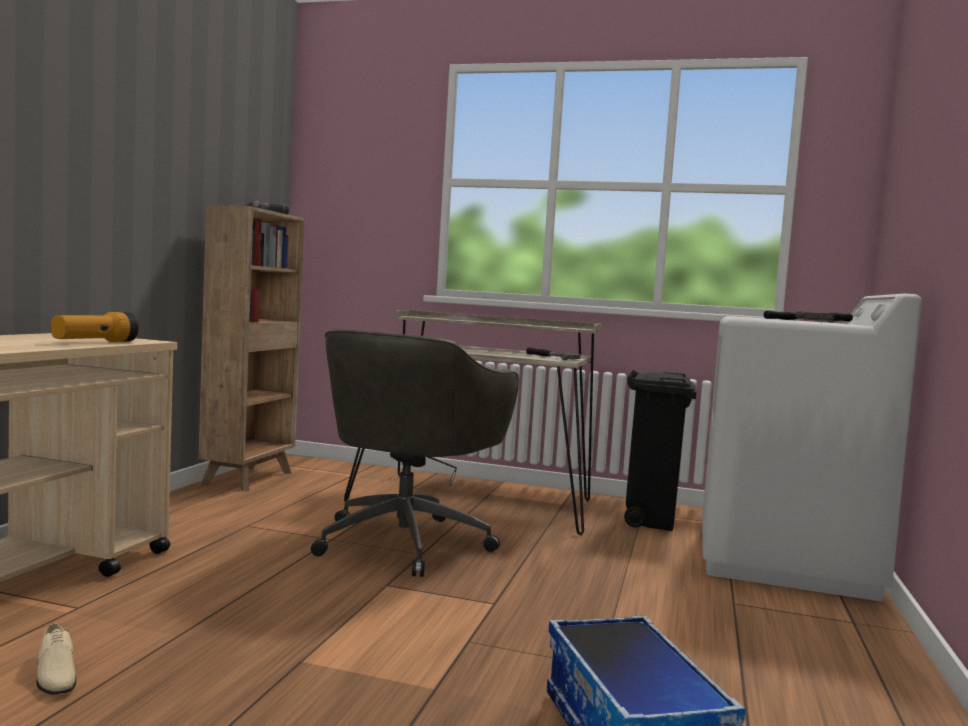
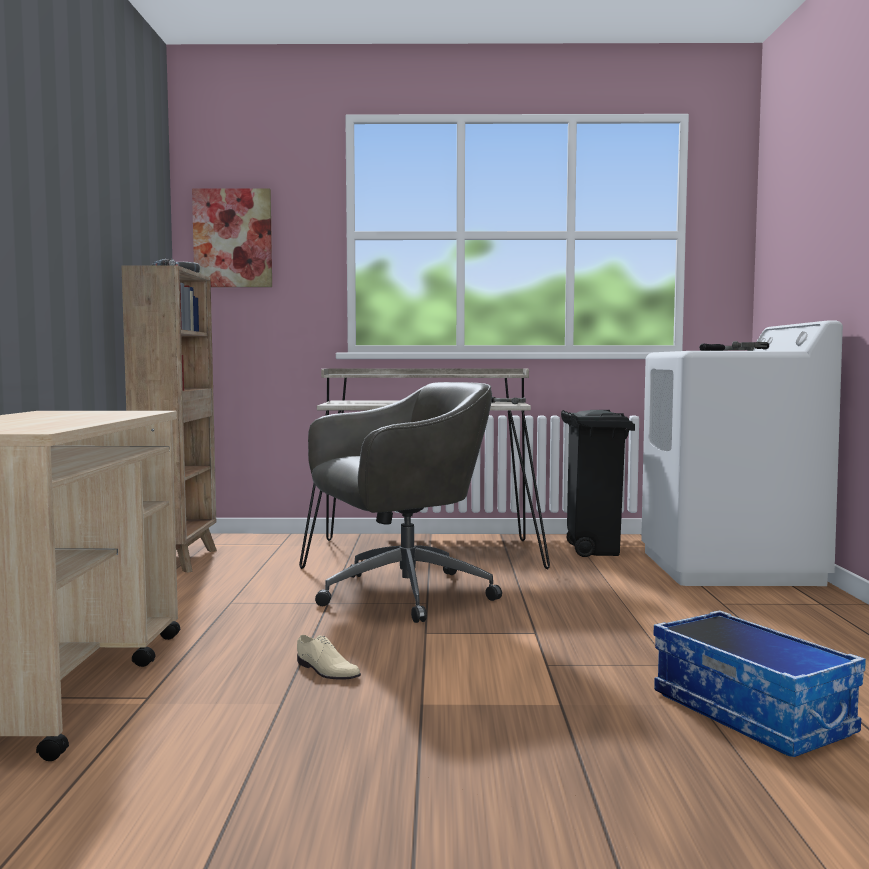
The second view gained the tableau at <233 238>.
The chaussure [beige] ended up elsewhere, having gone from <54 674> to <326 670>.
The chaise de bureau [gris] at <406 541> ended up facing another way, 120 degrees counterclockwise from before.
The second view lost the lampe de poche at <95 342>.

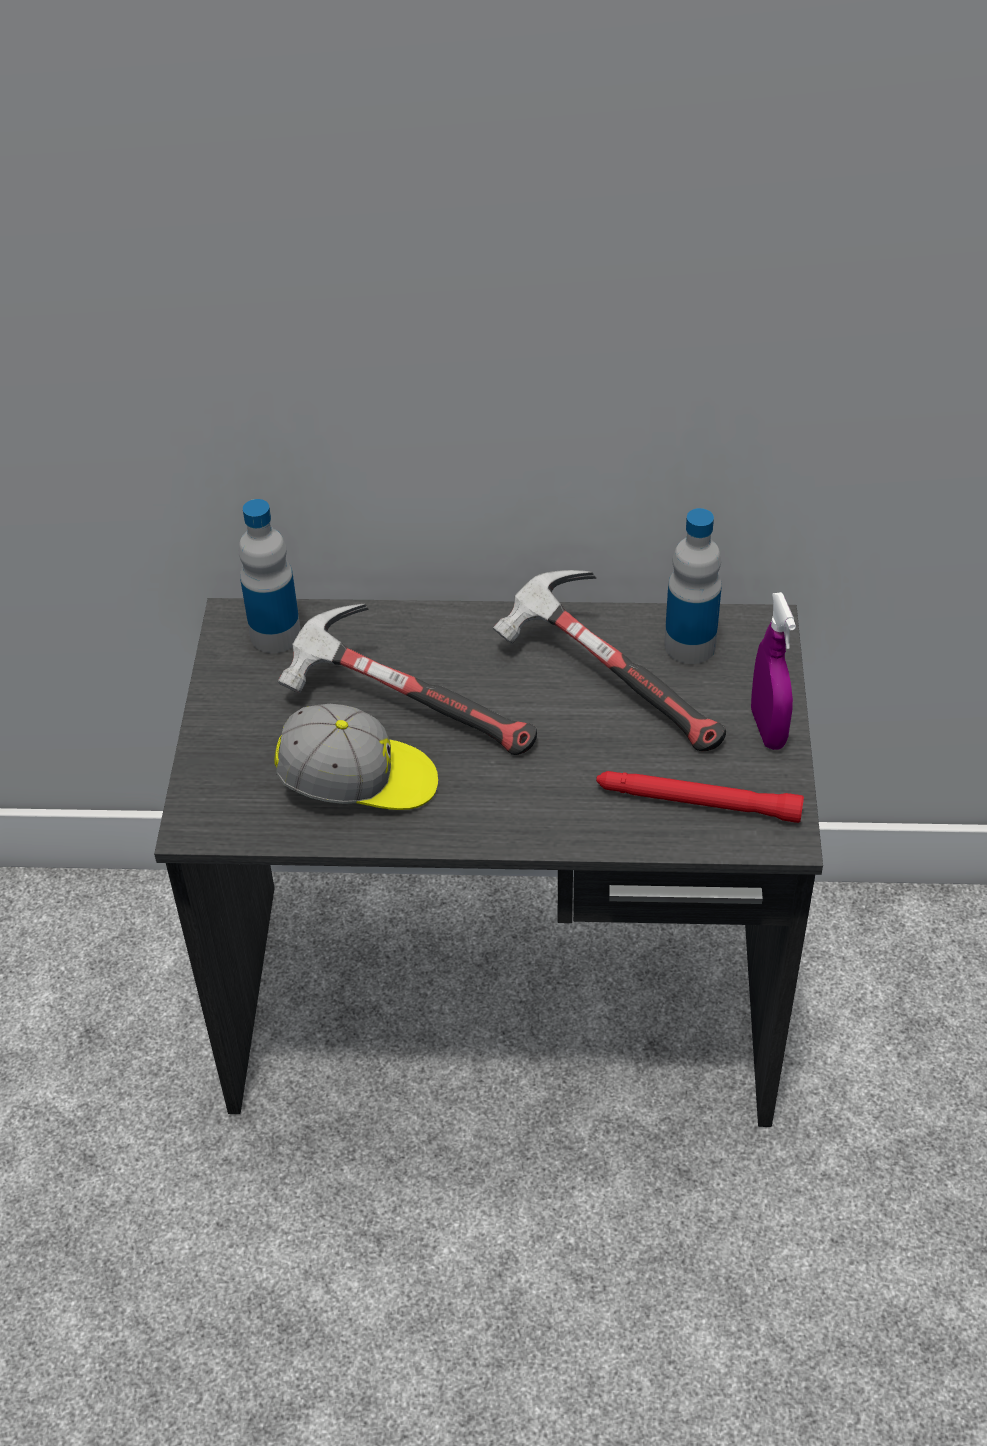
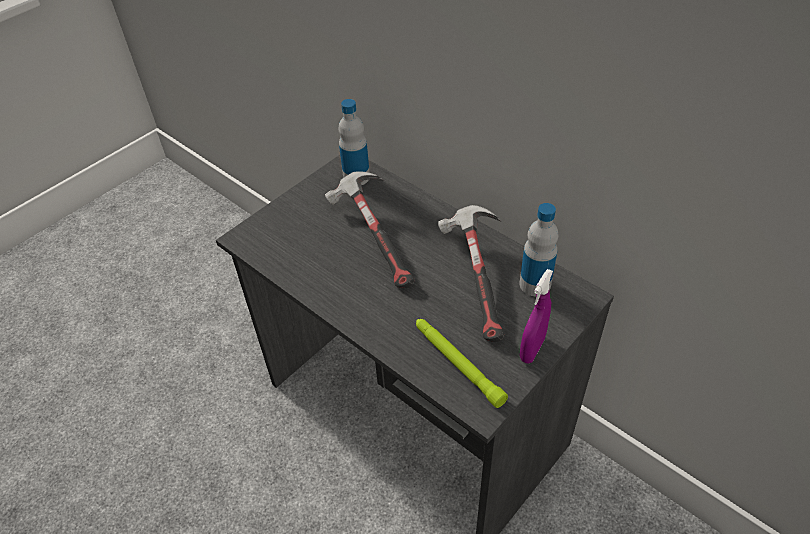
What was the lampe de poche [rouge] at <697 802> turned into the lampe de poche [vert] at <457 363>.
The second view lost the casquette at <358 782>.

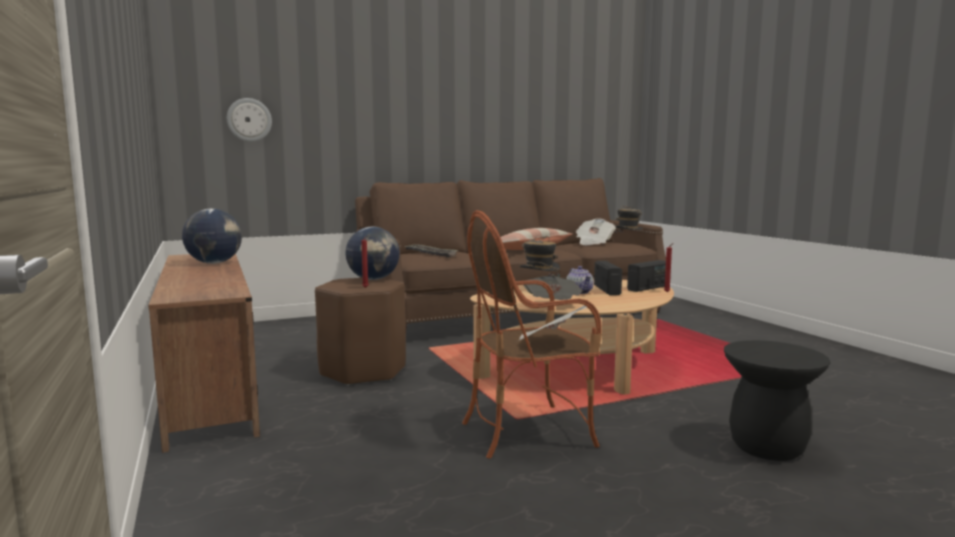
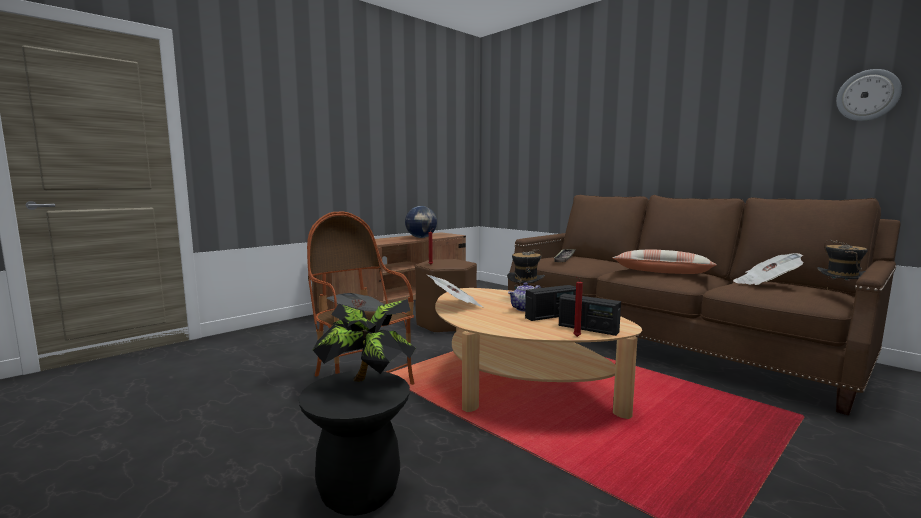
The second view gained the plante en pot at <368 382>.
The horloge murale ended up elsewhere, having gone from <249 120> to <868 95>.
The second view lost the globe at <373 279>.

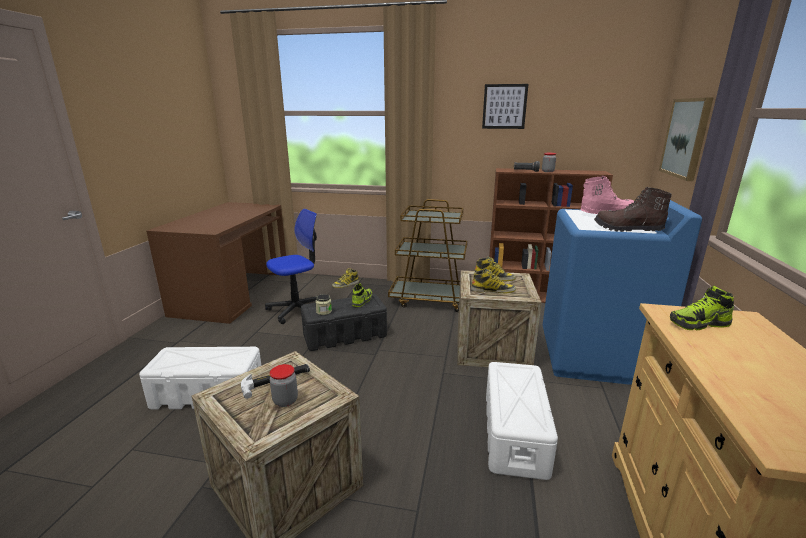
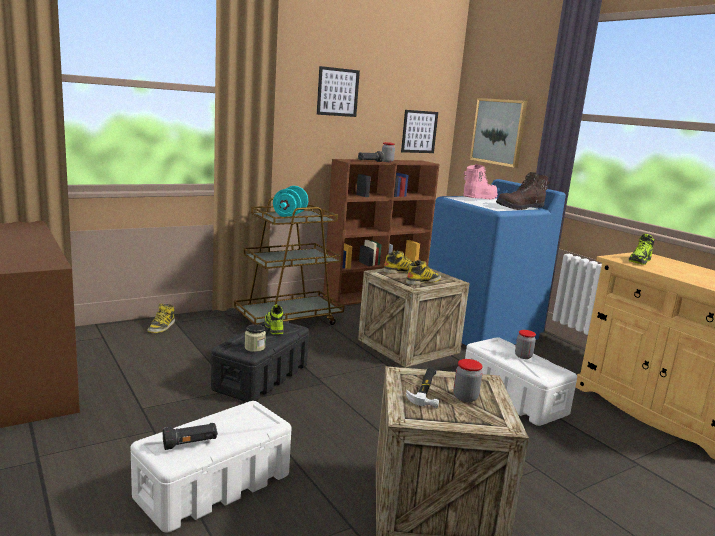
The second view gained the lampe de poche [noir] at <190 444>.
The second view gained the haltère [turquoise] at <290 215>.
The second view gained the tableau at <419 131>.
The second view gained the bocal at <523 356>.
The second view lost the chaise de bureau at <298 310>.

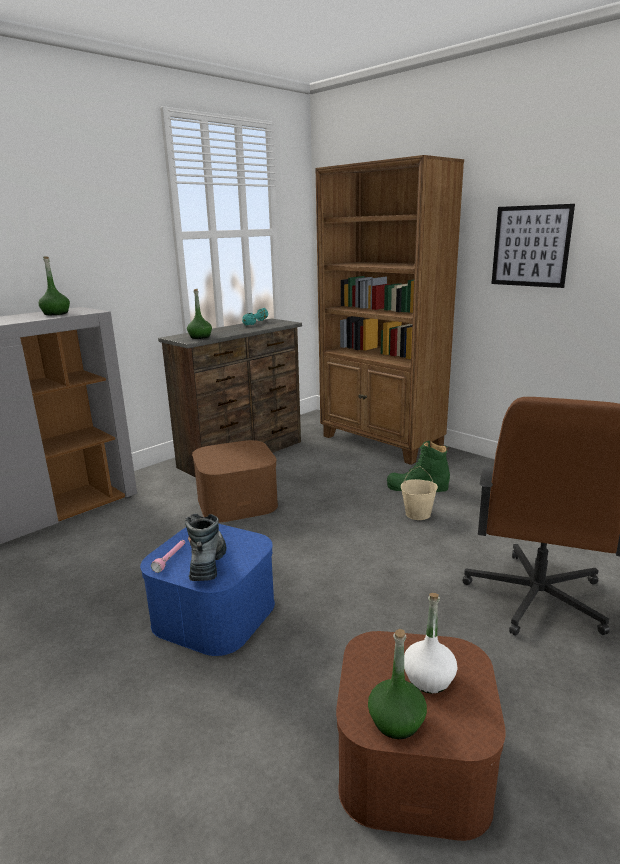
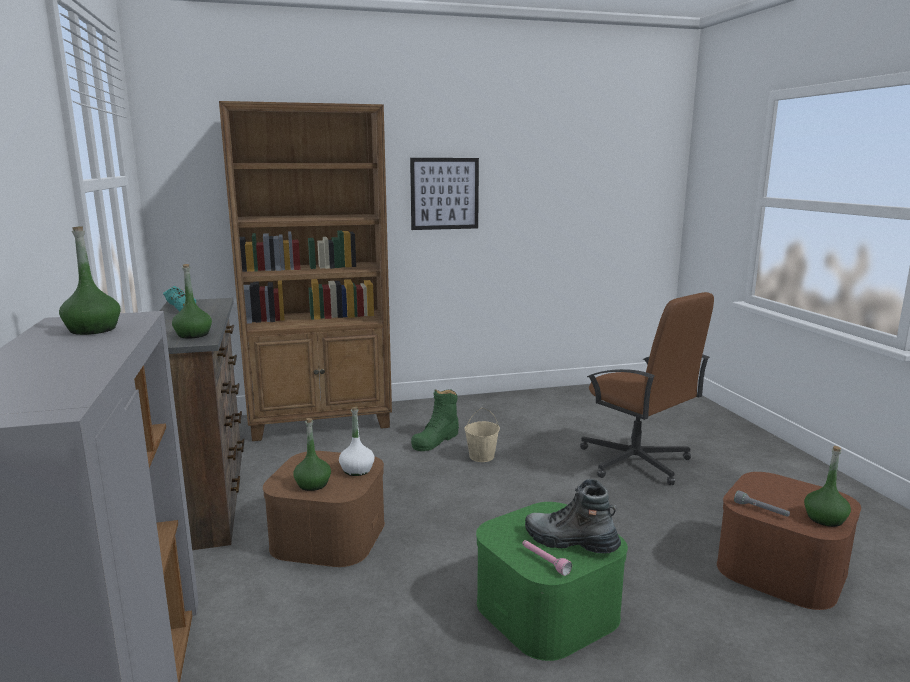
The second view gained the bouteille [vert] at <313 484>.
The bouteille [blanc] ended up elsewhere, having gone from <428 678> to <357 470>.
What was the boîte de rangement [bleu] at <214 613> turned into the boîte de rangement [vert] at <548 609>.
The second view gained the lampe de poche [gris] at <761 510>.

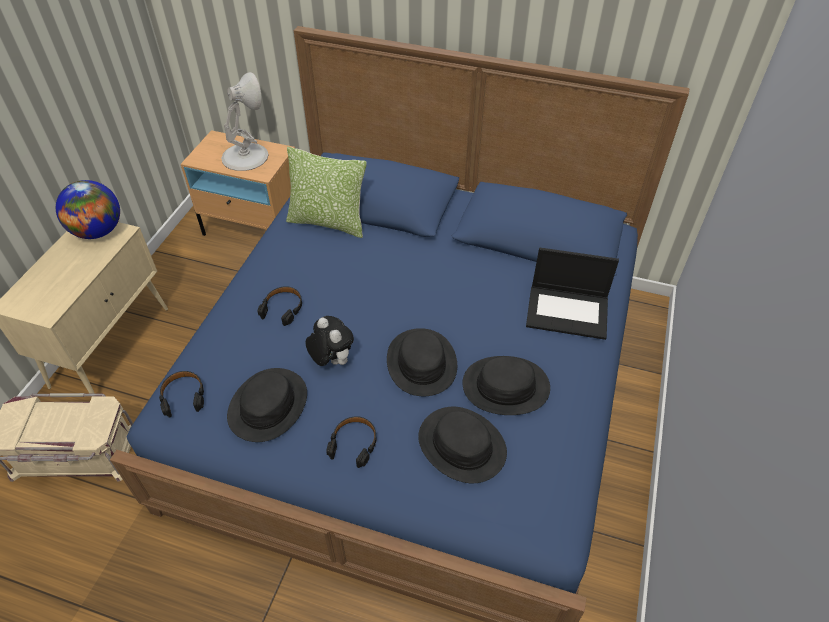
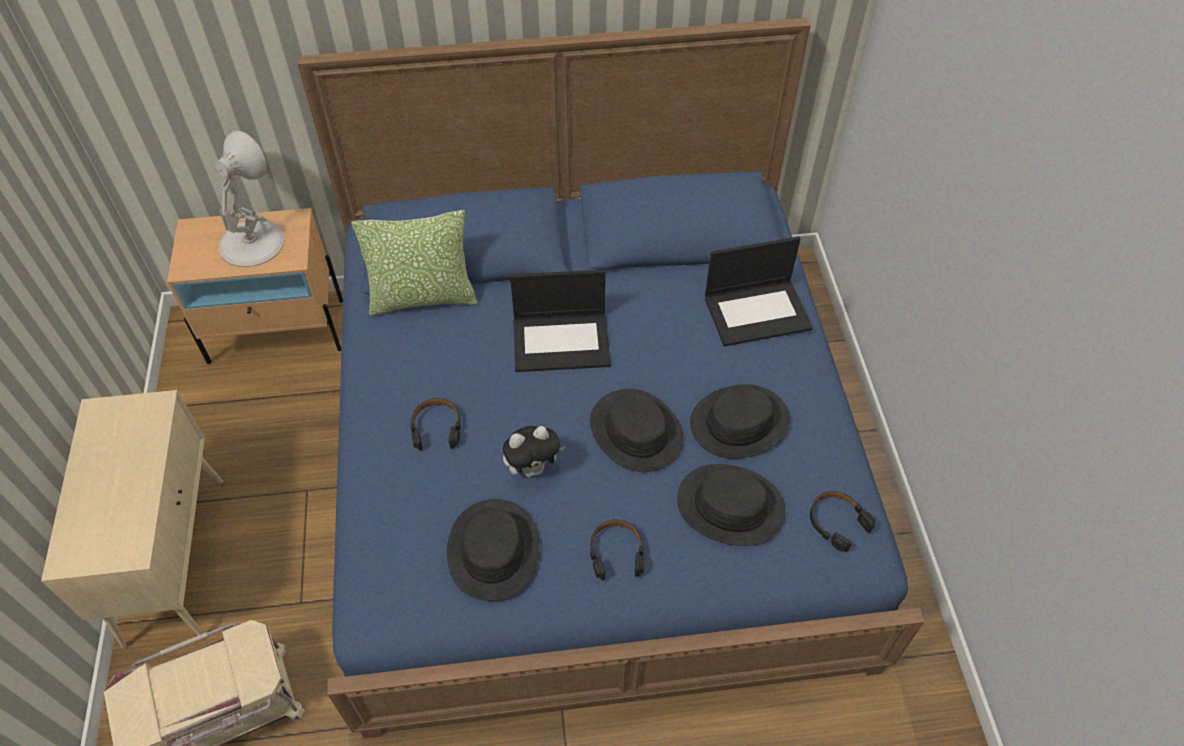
The peluche at <331 360> ended up facing another way, 135 degrees clockwise from before.
The second view gained the ordinateur portable at <562 341>.
The casque audio [noir] ended up elsewhere, having gone from <183 396> to <837 522>.
The second view lost the globe at <98 231>.

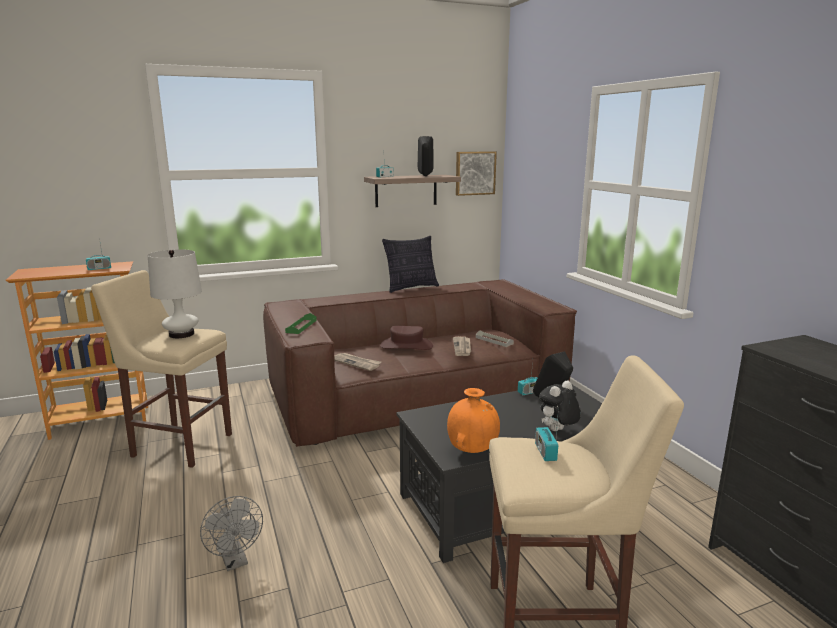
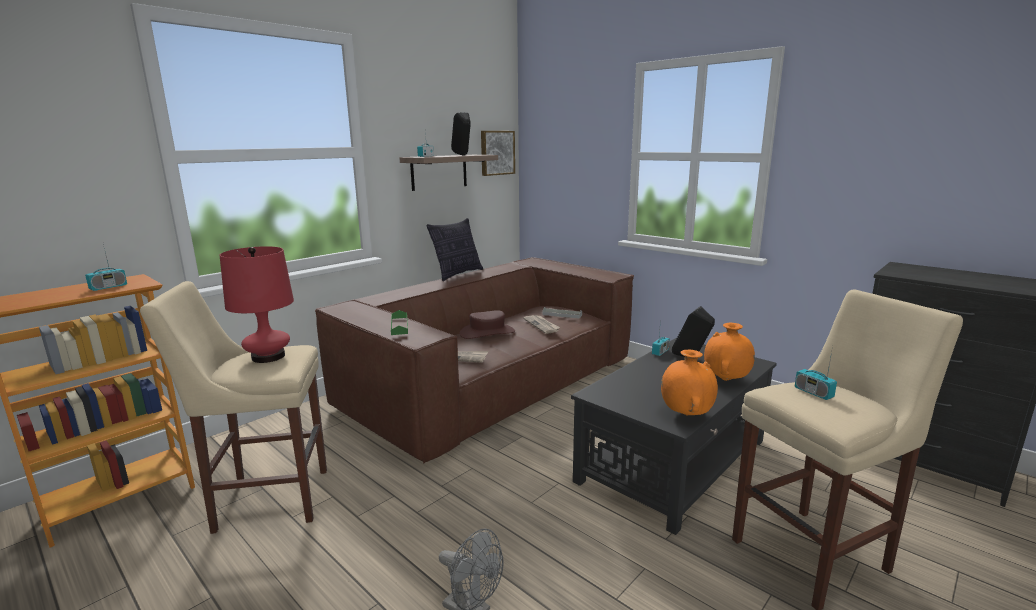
What was the lampe de table [blanc] at <181 334> turned into the lampe de table [rouge] at <268 356>.
Where the peluche stood at <557 431>, the vase [orange] came to stand at <726 380>.

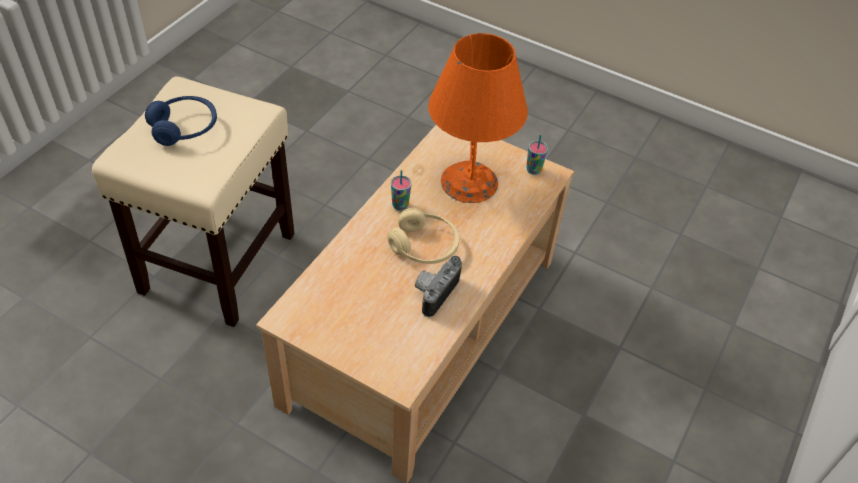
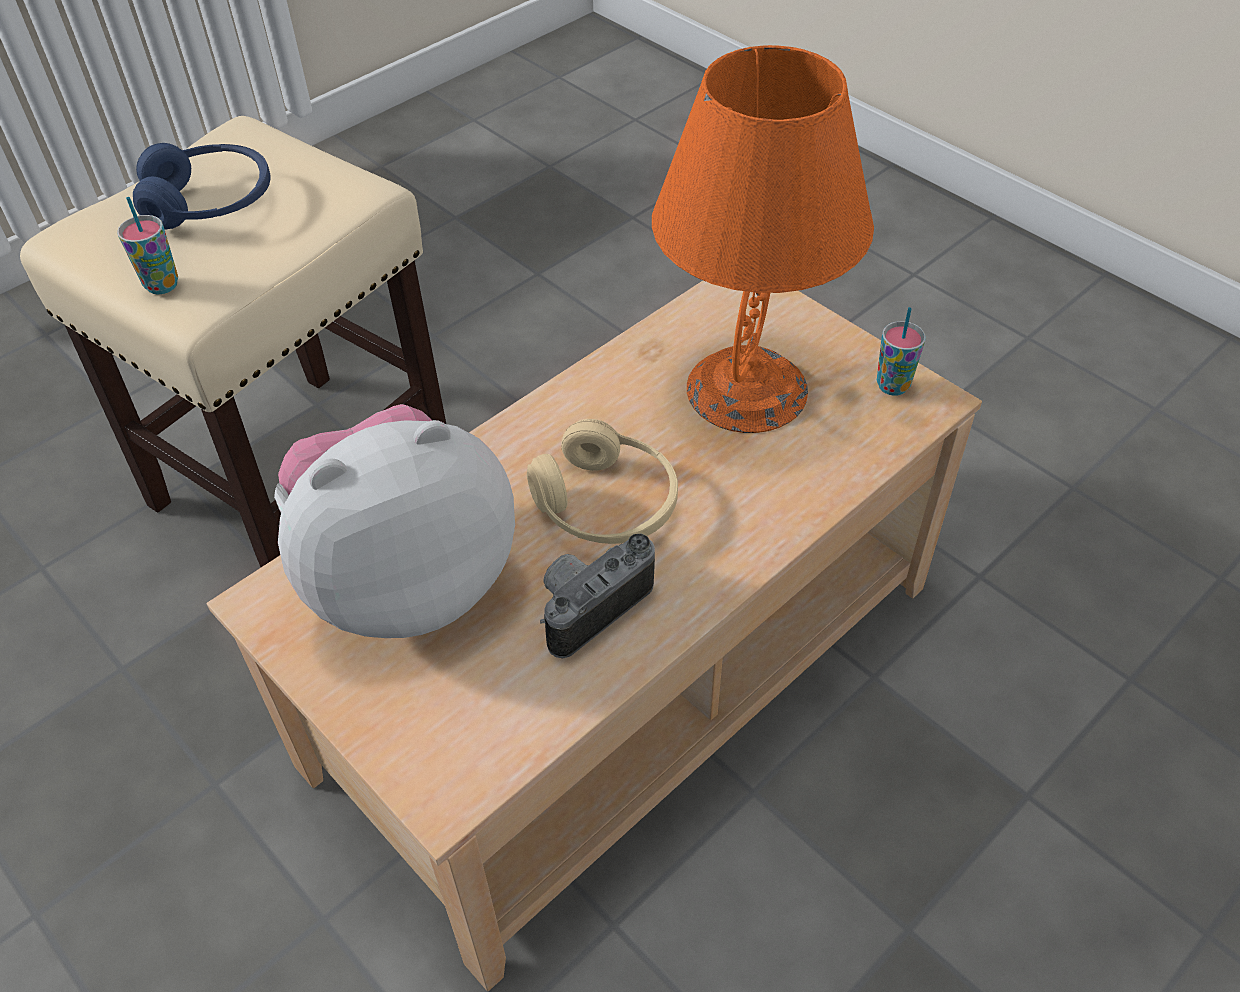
The tasse ended up elsewhere, having gone from <400 205> to <162 285>.
The second view gained the peluche at <406 579>.

